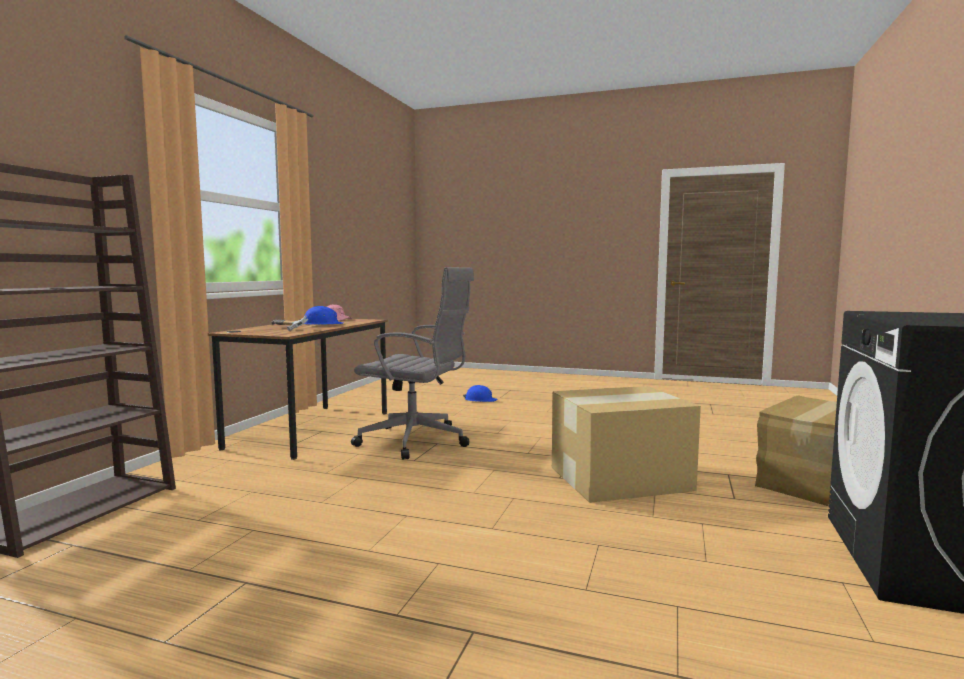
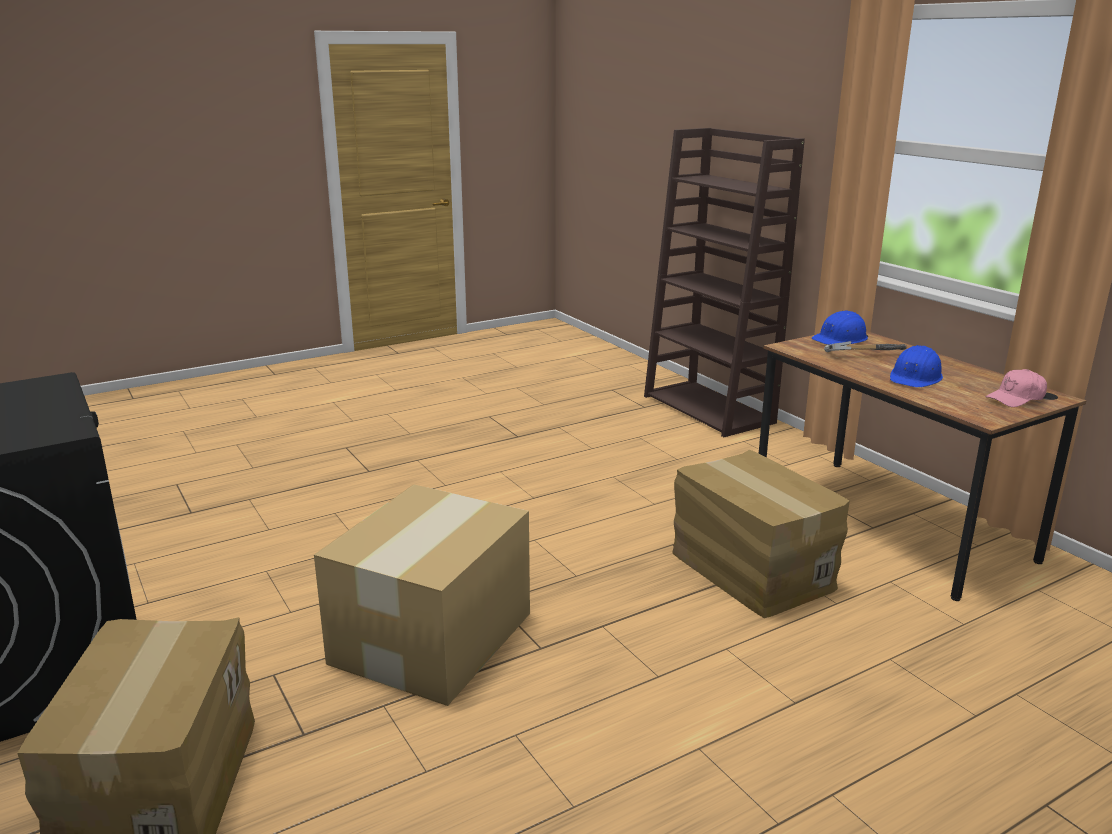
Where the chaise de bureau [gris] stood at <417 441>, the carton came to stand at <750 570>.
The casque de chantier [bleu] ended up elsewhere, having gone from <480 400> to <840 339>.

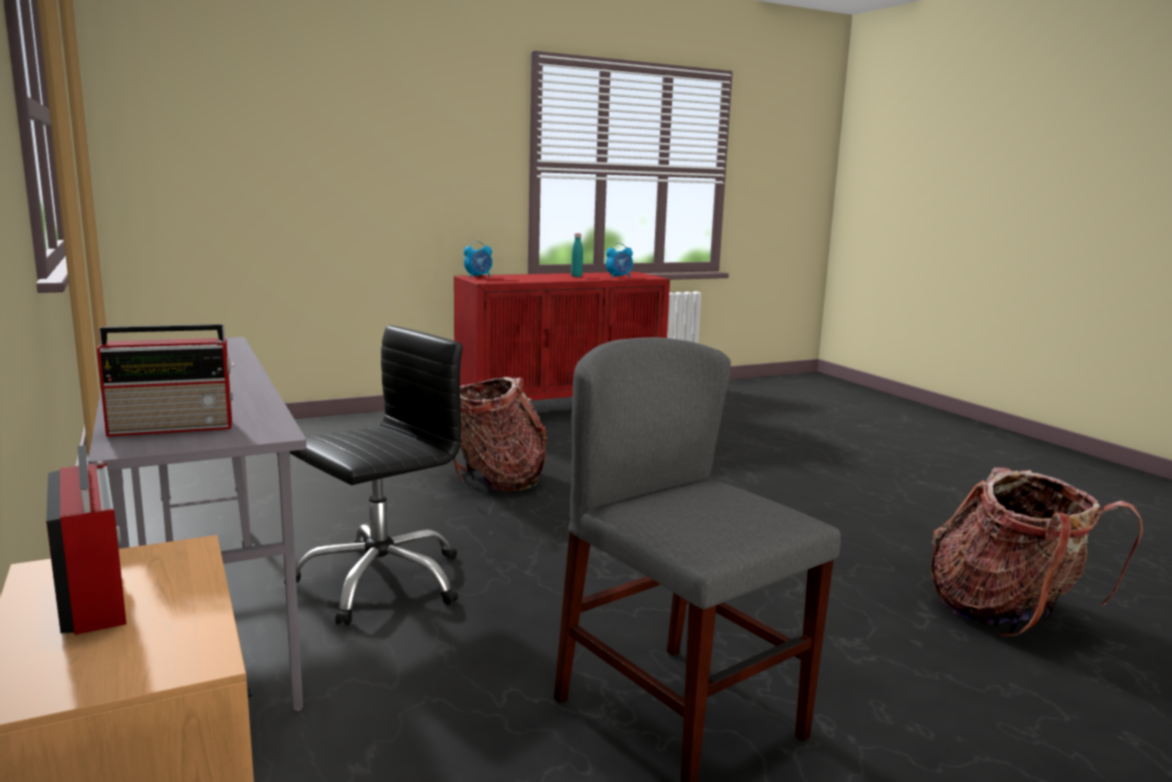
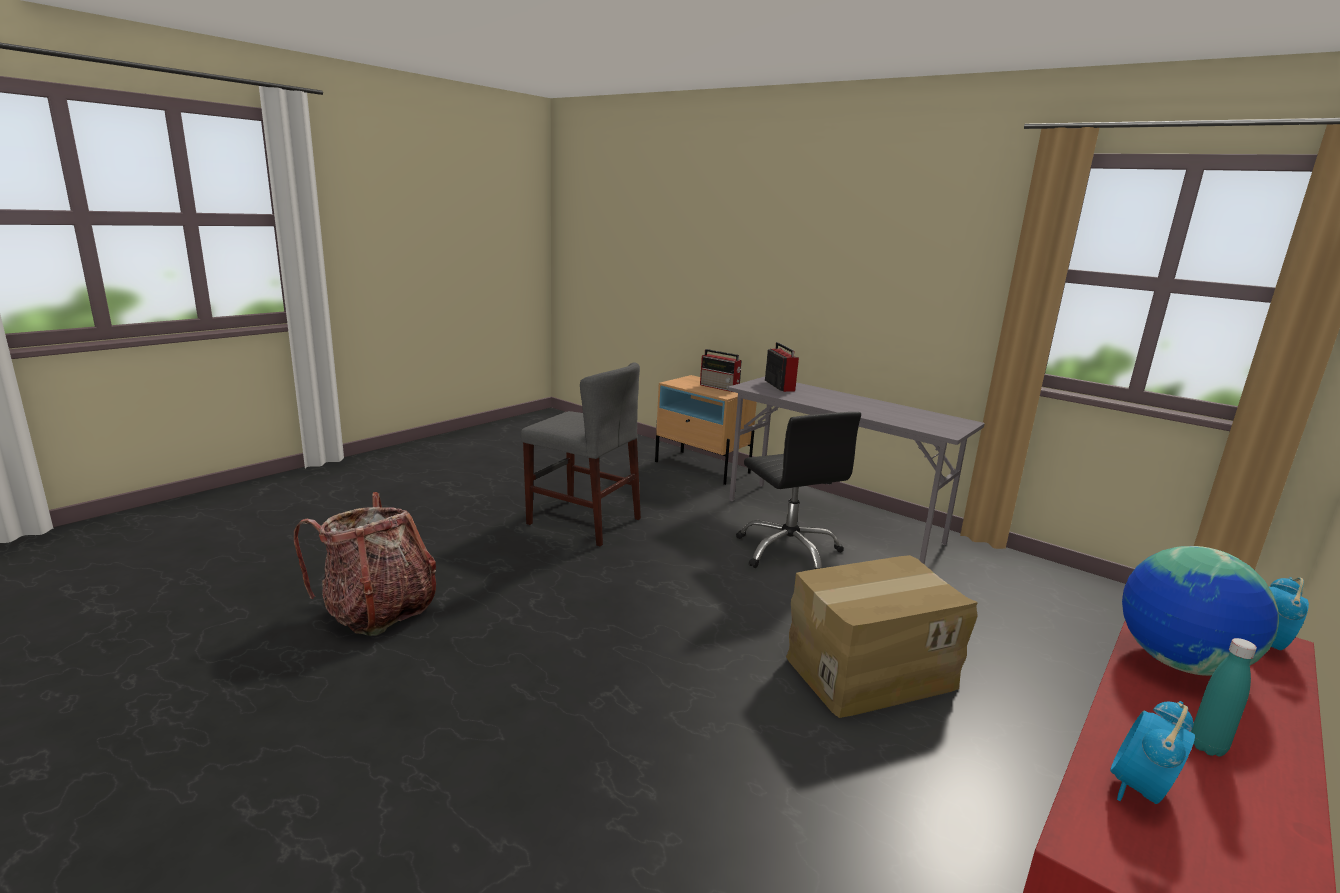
The chaise de bureau [noir] at <380 581> ended up facing another way, 45 degrees counterclockwise from before.
The radio at <175 427> ended up facing another way, 120 degrees clockwise from before.
Where the sac à dos stood at <494 481>, the carton came to stand at <869 671>.
The second view gained the globe at <1178 663>.

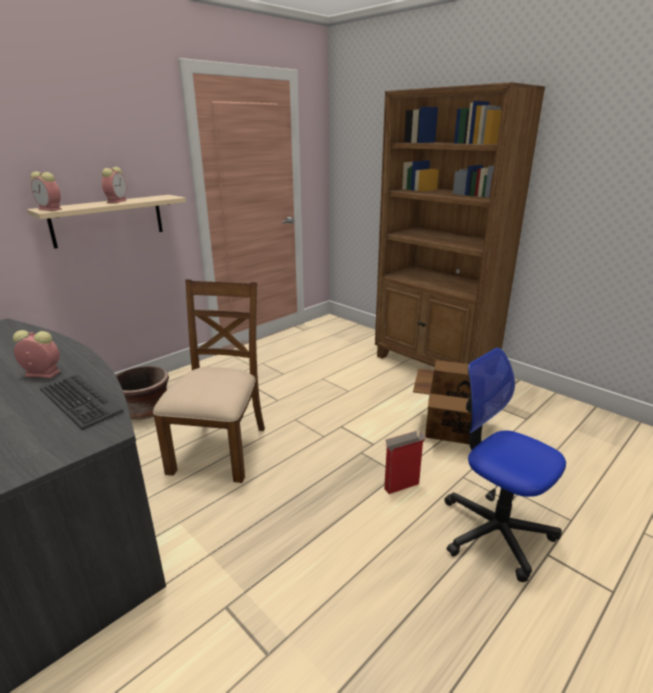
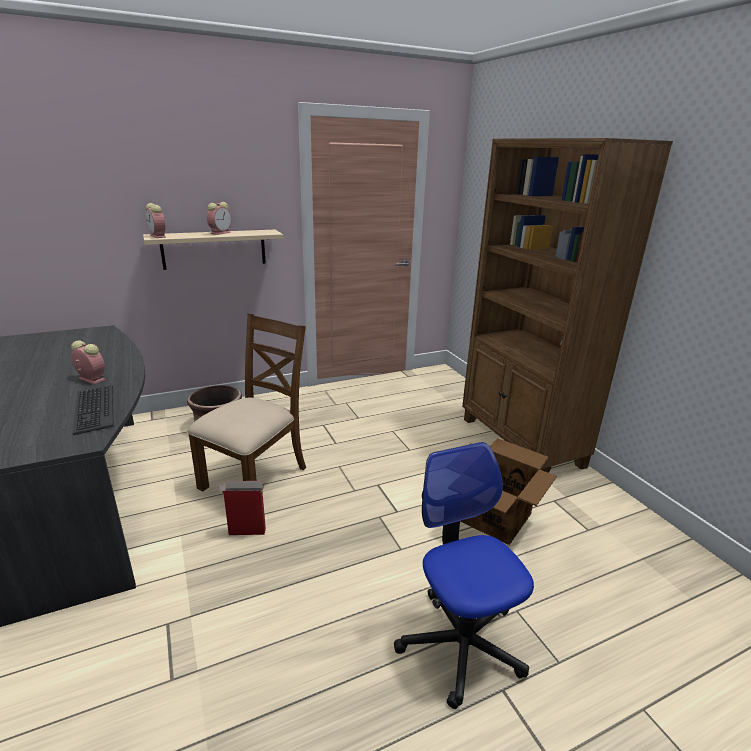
The carton ended up elsewhere, having gone from <401 486> to <246 531>.

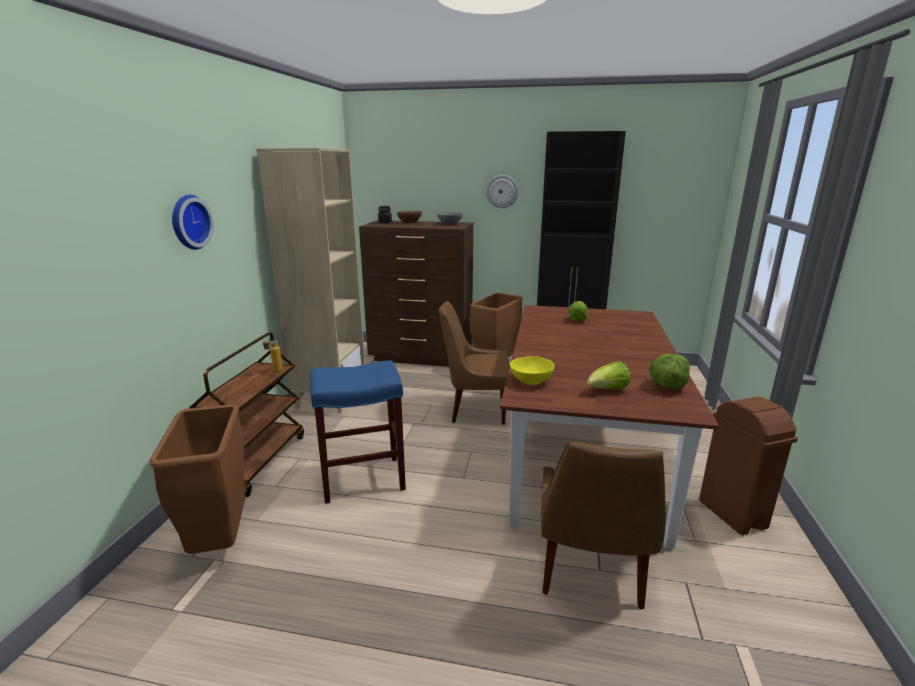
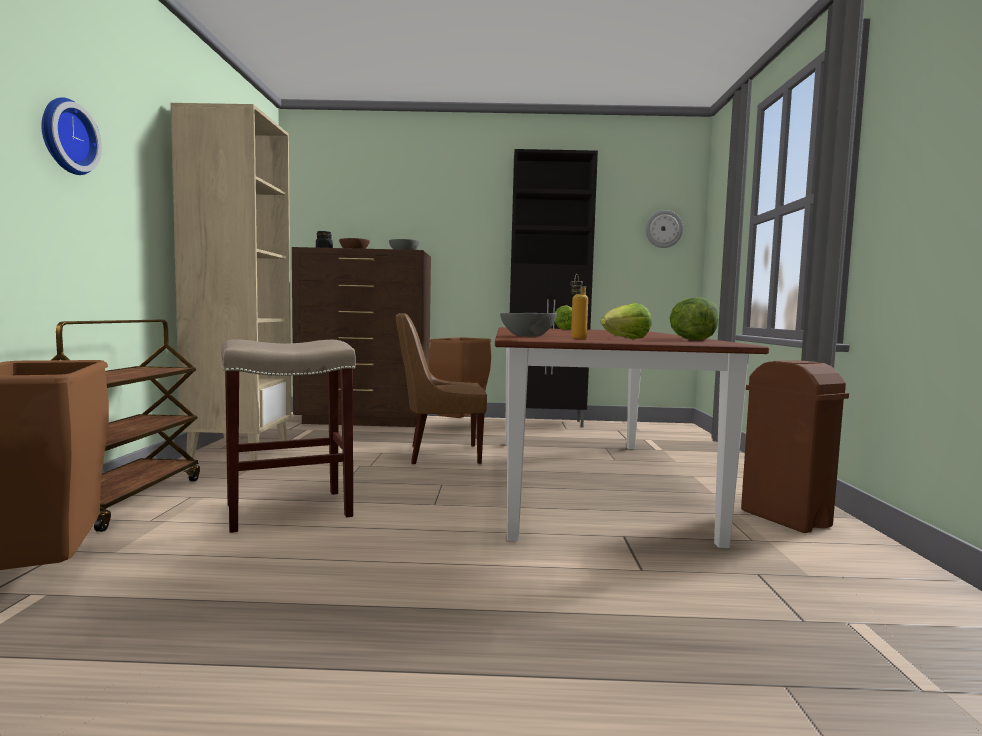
What was the tabouret [bleu] at <361 479> turned into the tabouret [beige] at <287 510>.
What was the bol [jaune] at <530 381> turned into the bol [gris] at <527 336>.
The bouteille ended up elsewhere, having gone from <274 371> to <576 339>.
The horloge murale ended up elsewhere, having gone from <502 191> to <663 229>.
The second view lost the chaise [marron] at <590 572>.

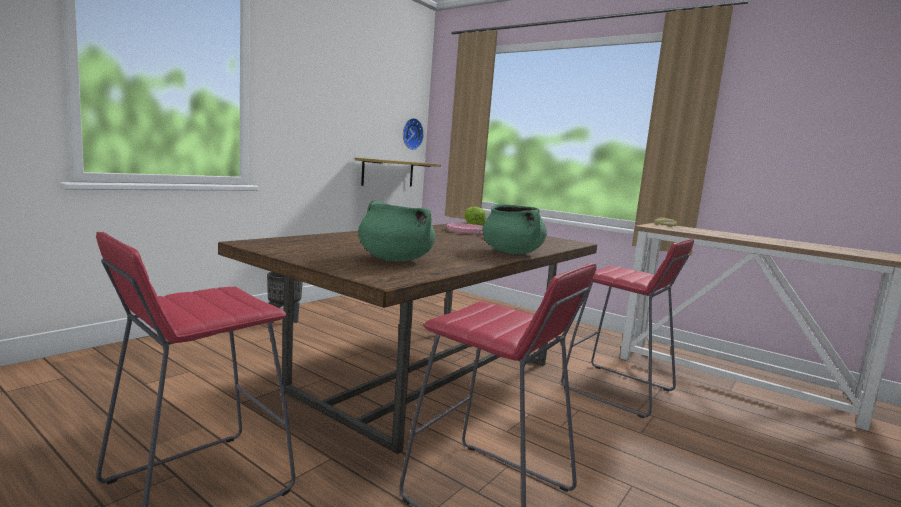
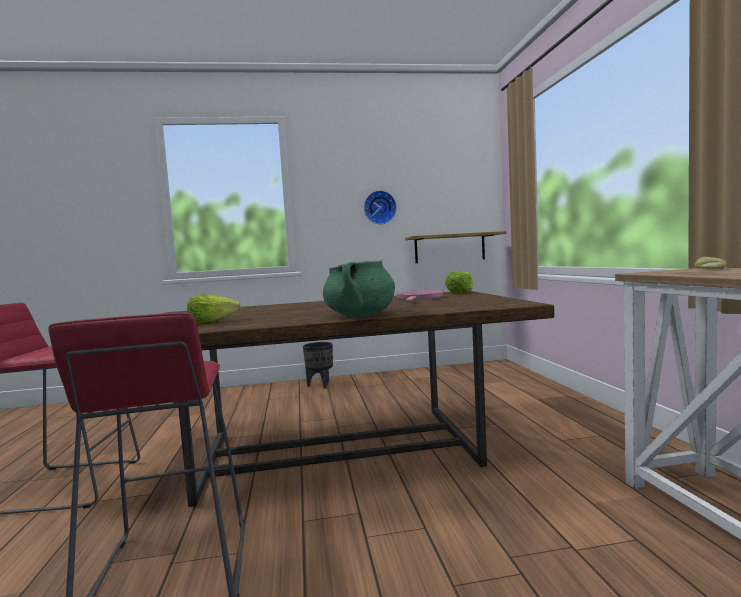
Where the marmite [vert] stood at <394 259>, the laitue came to stand at <212 321>.
The horloge murale ended up elsewhere, having gone from <411 134> to <379 207>.
The second view lost the tabouret [rouge] at <618 390>.

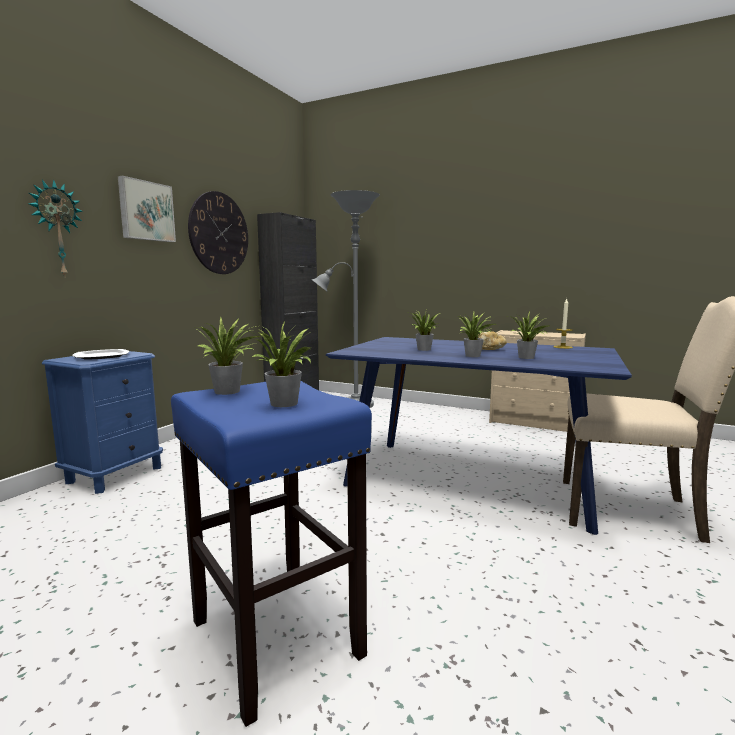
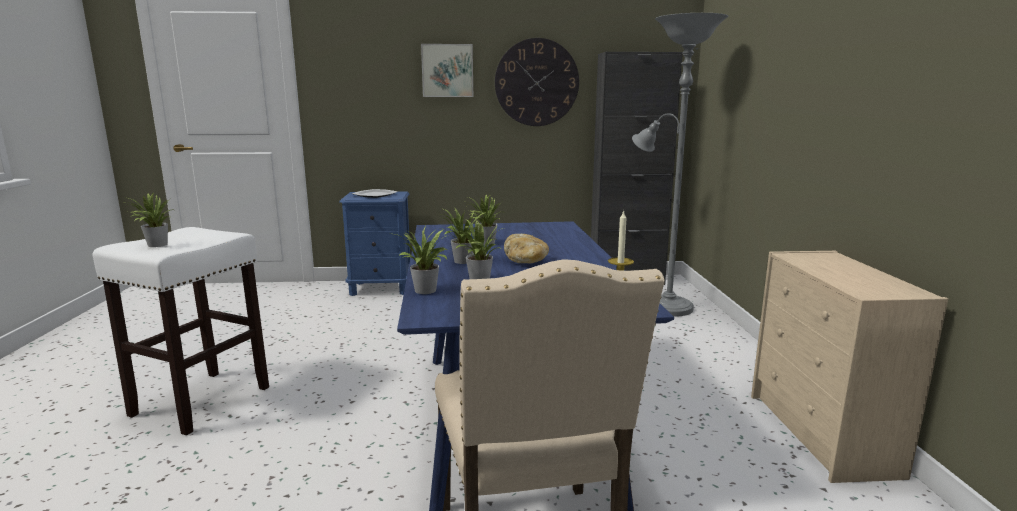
What was the tabouret [bleu] at <274 637> turned into the tabouret [blanc] at <202 400>.
The plante en pot ended up elsewhere, having gone from <230 392> to <425 291>.
The second view lost the horloge murale at <56 229>.

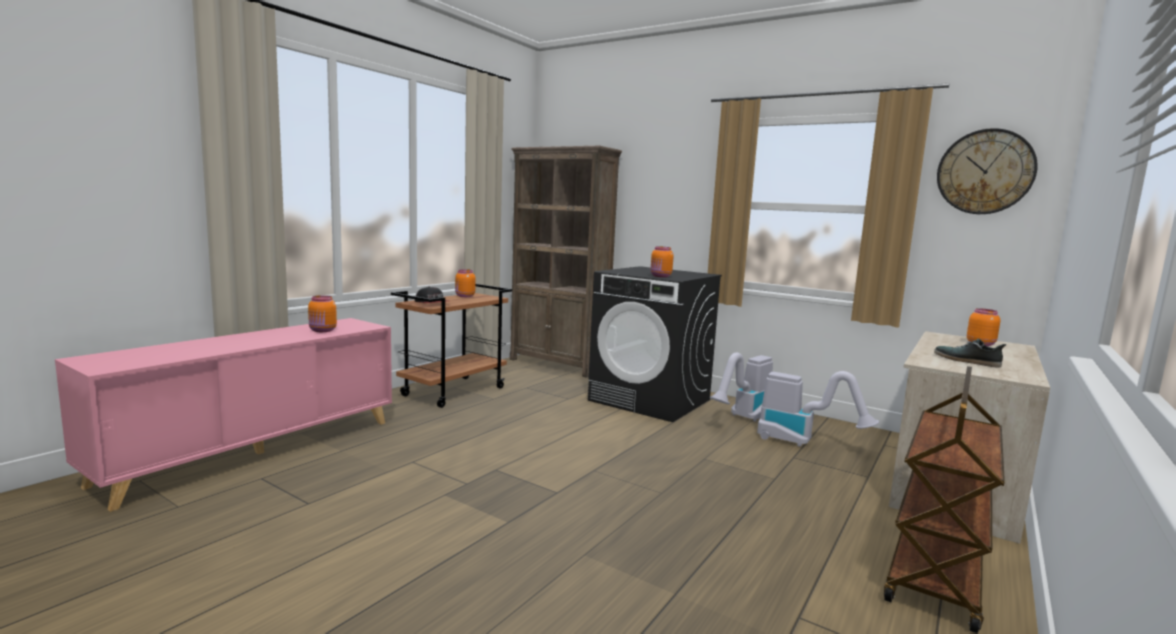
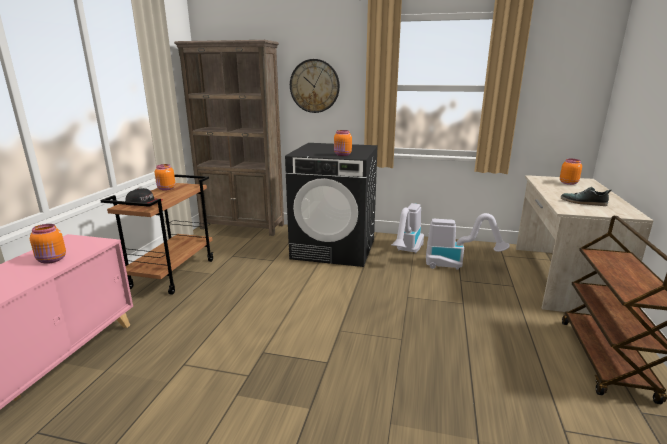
The horloge murale ended up elsewhere, having gone from <985 172> to <314 86>.

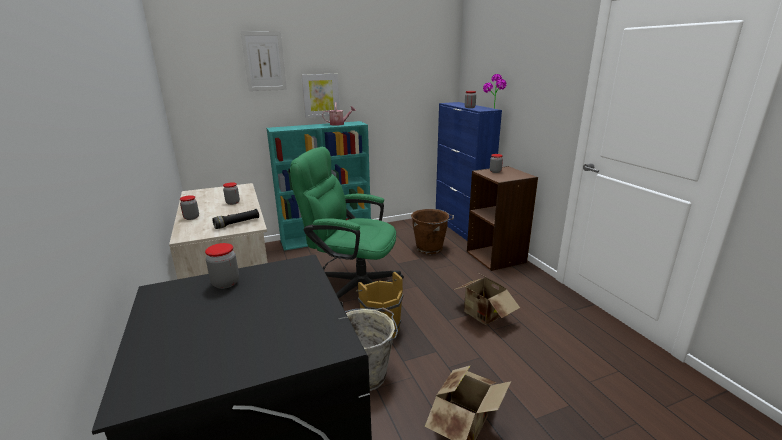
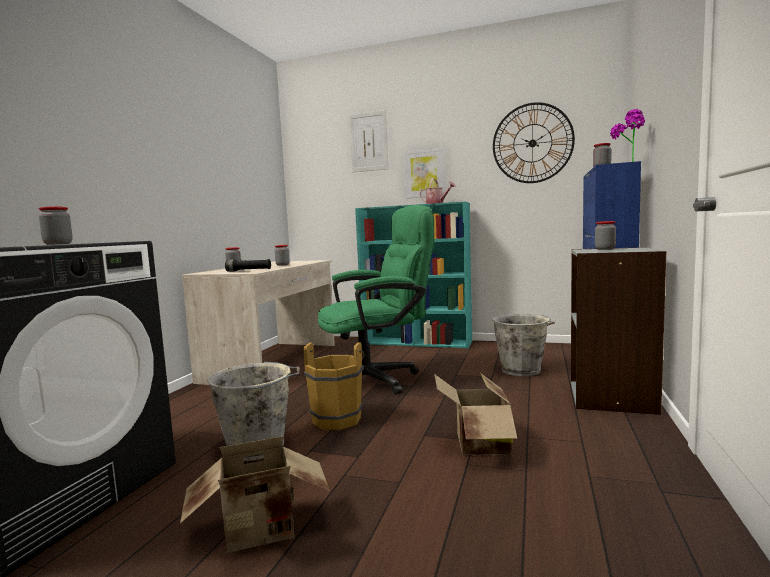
The chaise de bureau [vert] at <352 284> ended up facing another way, 105 degrees clockwise from before.
What was the seau [marron] at <430 248> turned into the seau [gris] at <522 371>.
The second view gained the horloge murale at <532 143>.
What was the bibliothèque [marron] at <496 257> turned into the bibliothèque [gris] at <612 397>.

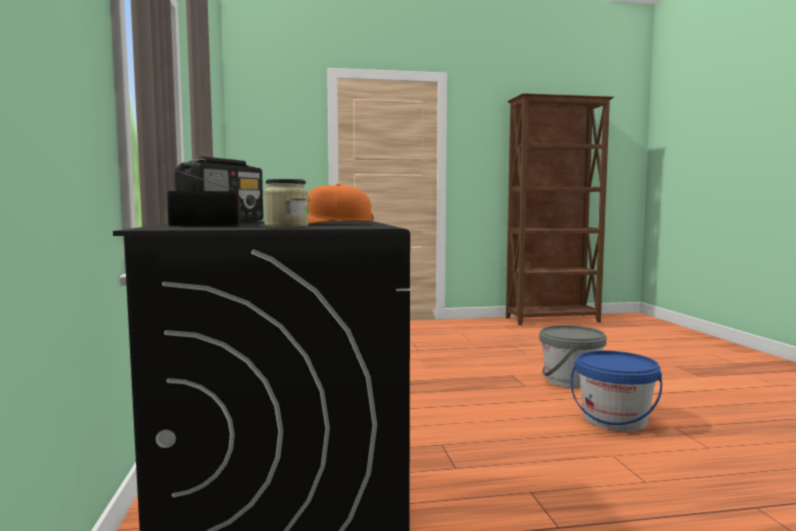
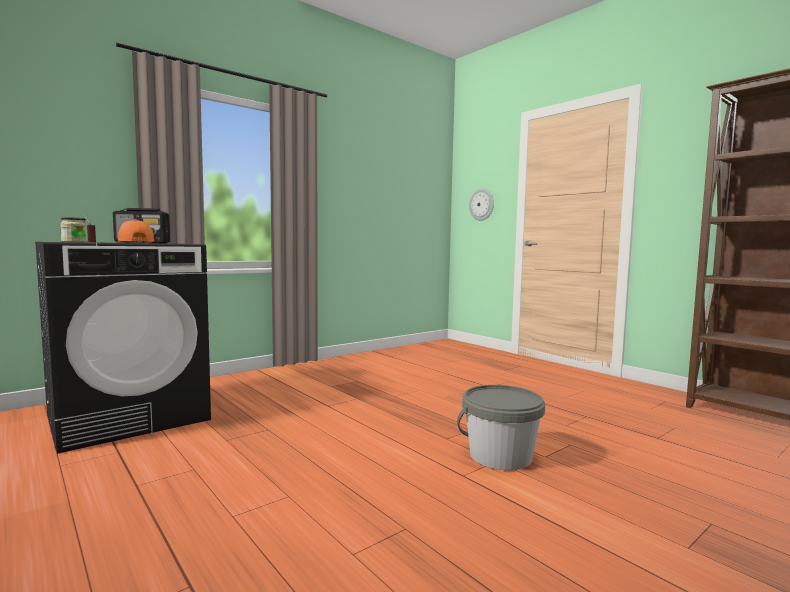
The second view gained the horloge murale at <482 204>.
The second view lost the seau [bleu] at <614 420>.

